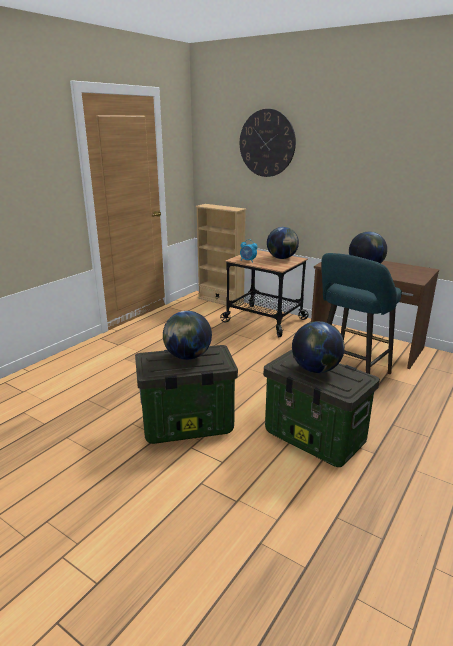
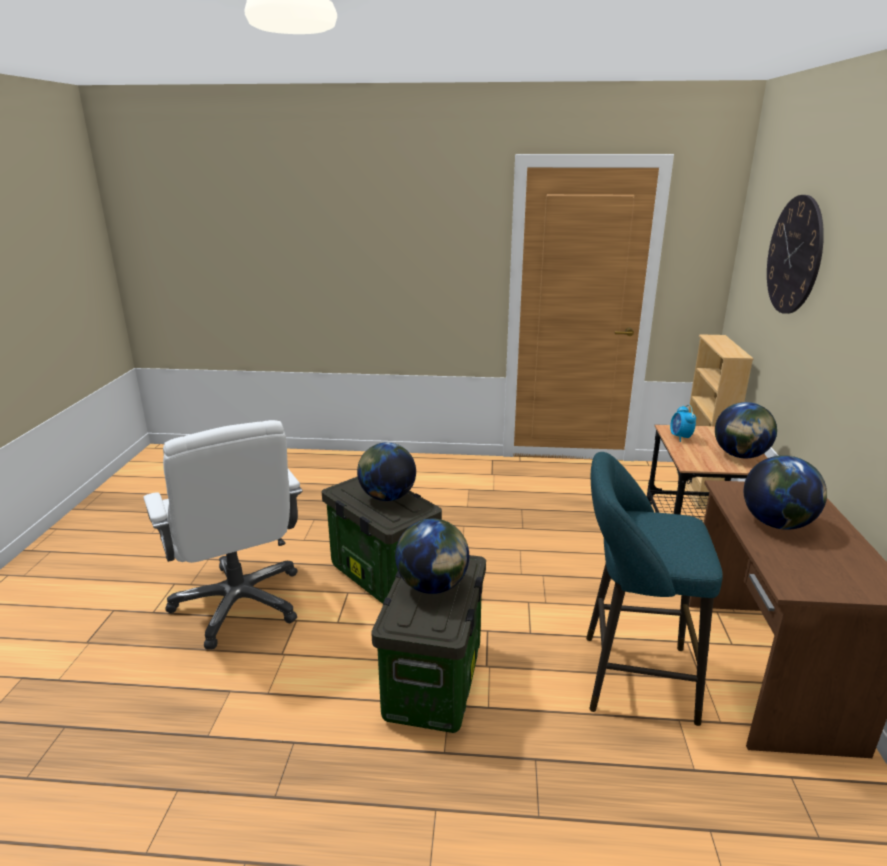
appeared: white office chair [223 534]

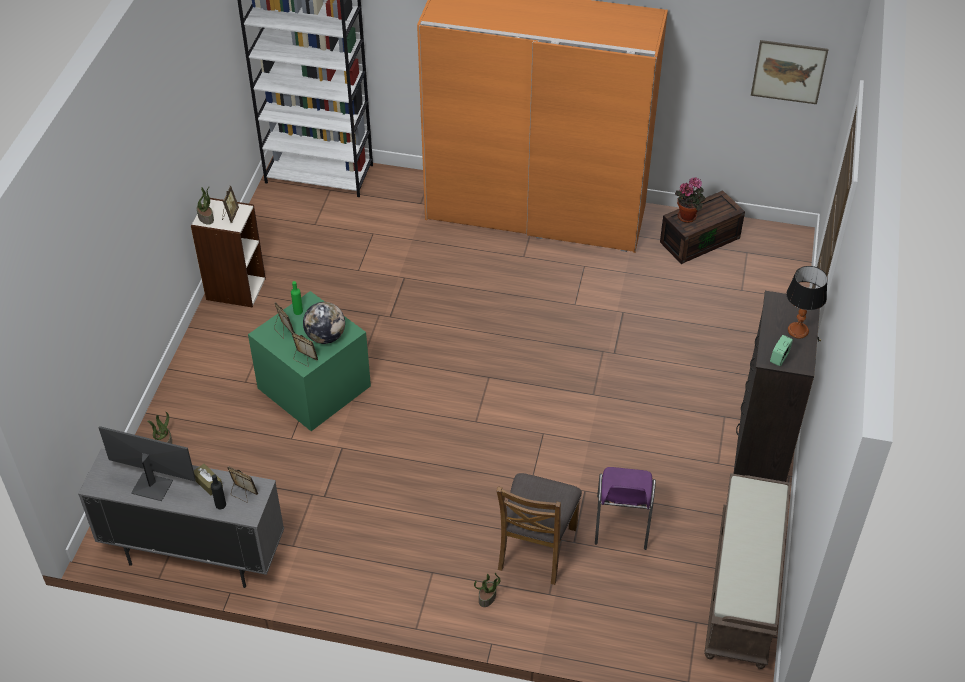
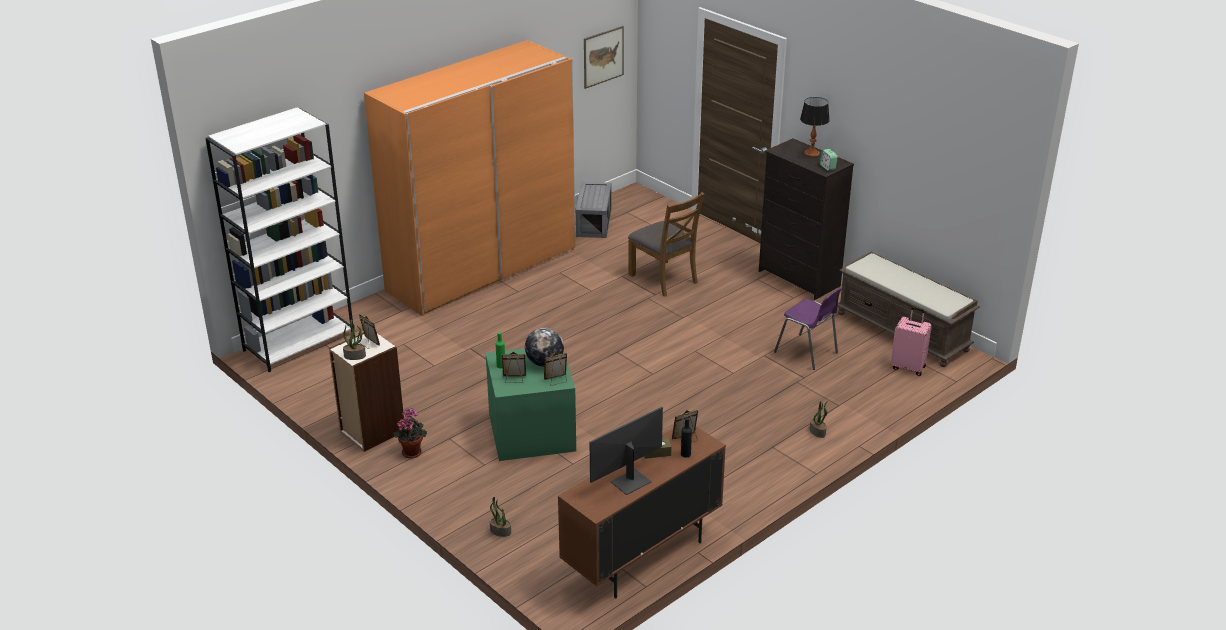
appeared: pink-coloured piece of luggage [911 341]
relocated: brown-coloured plain chair [539 529] to [666 244]; houseplant [690 200] to [410 433]
colour: grey storage cabinet [181 518] to brown-coloured storage cabinet [642 513]; brown-coloured storage box [702 227] to grey storage box [593 210]

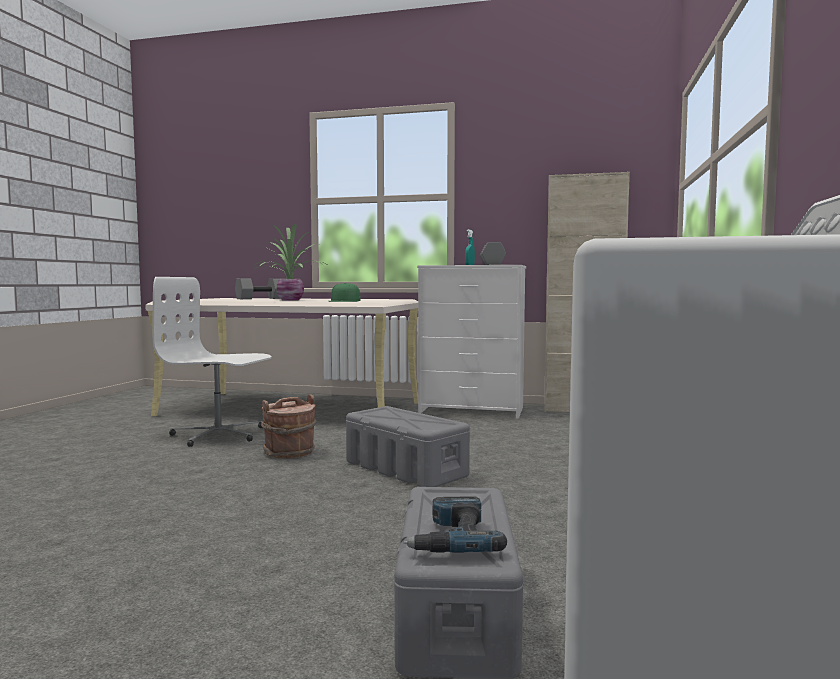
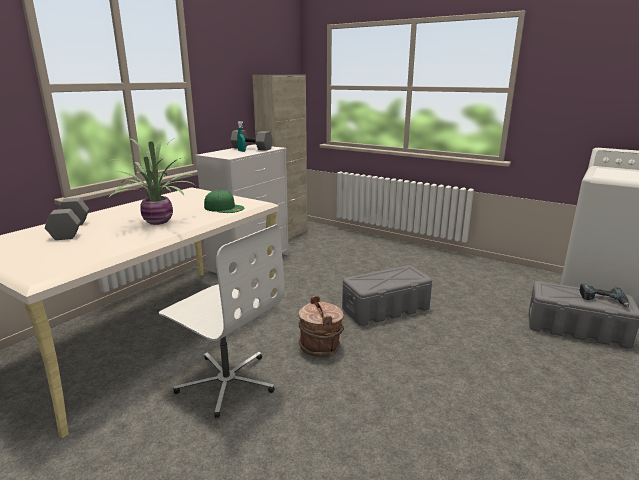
spun: white office chair [212 362] = [222 321] 90 degrees counterclockwise

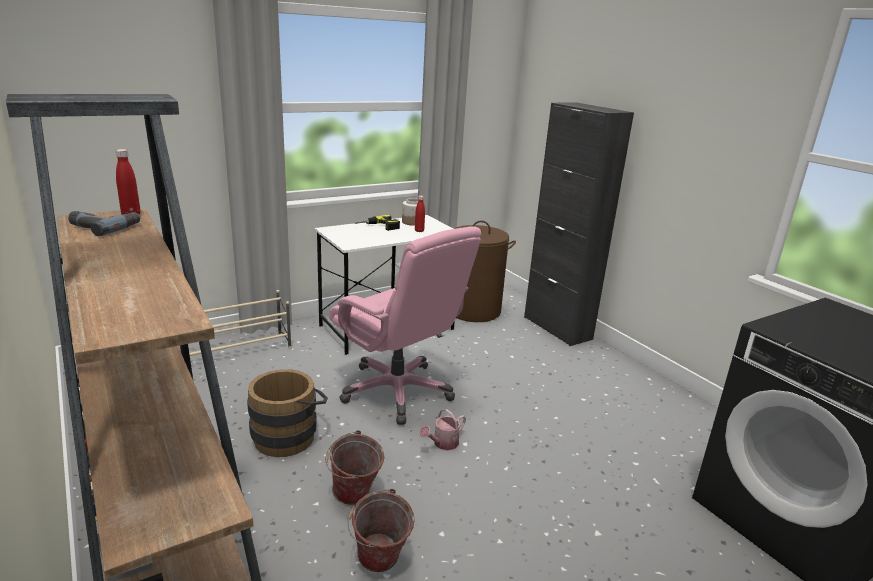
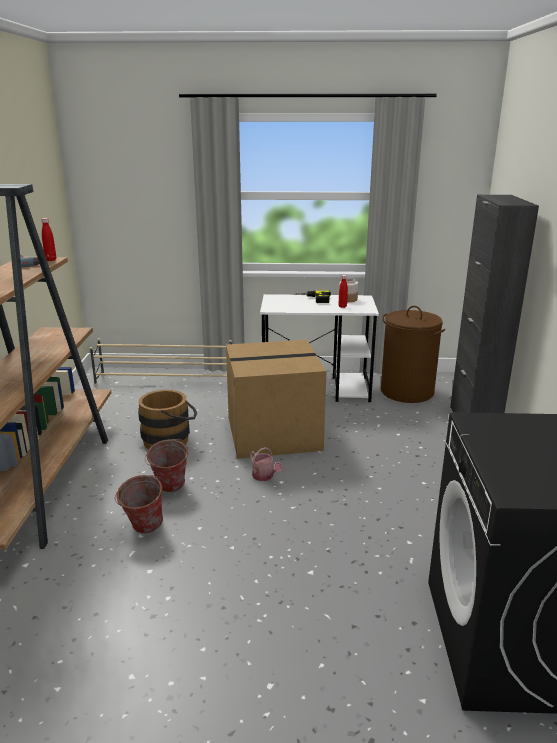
exchanged: pink-coloured office chair [405 325] to cardboard box [276 399]
spun: watering pot [442 429] = [266 464] 120 degrees counterclockwise

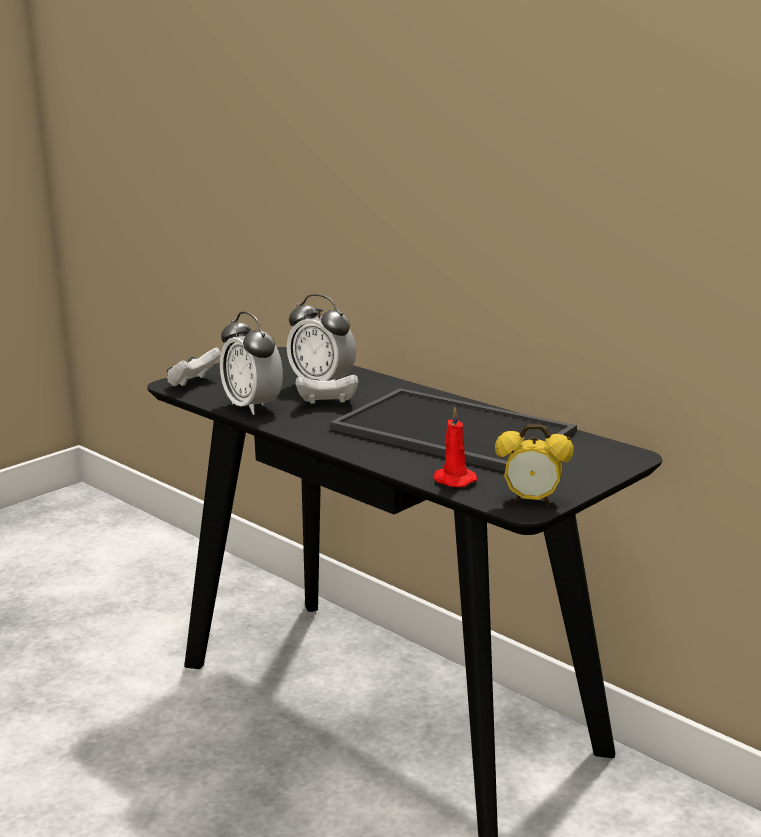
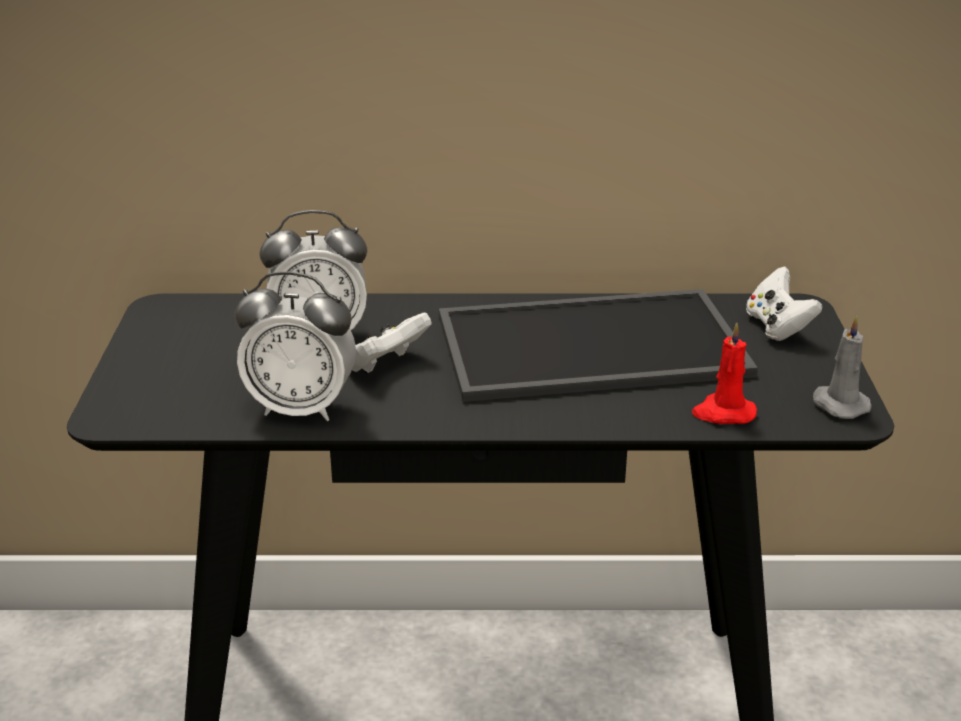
relocated: white joypad [194 367] to [784 304]
exchanged: table clock [534 464] to grey candle [842 367]

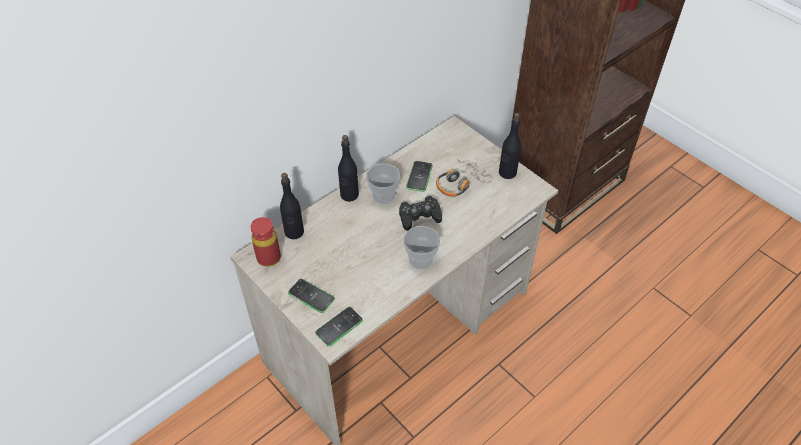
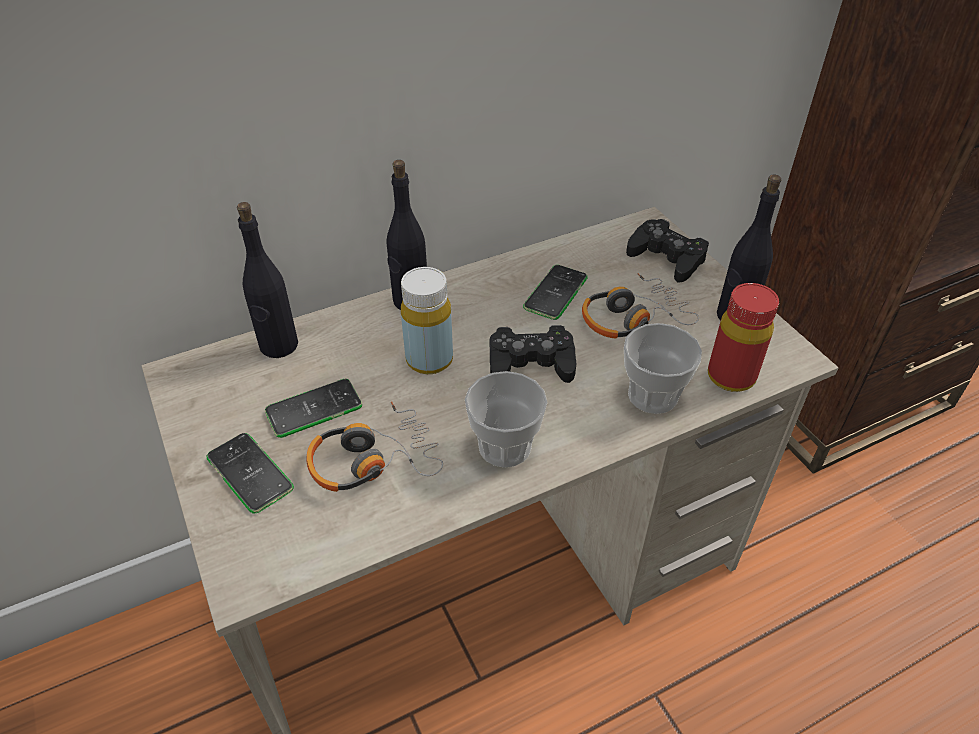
appeared: headphones [375 446]; yellowish beverage bottle [427 320]; black-coloured joypad [667 251]
relocated: reddish beverage bottle [265 242] to [743 337]; telephone [339 326] to [313 408]; cup [383 184] to [663 368]

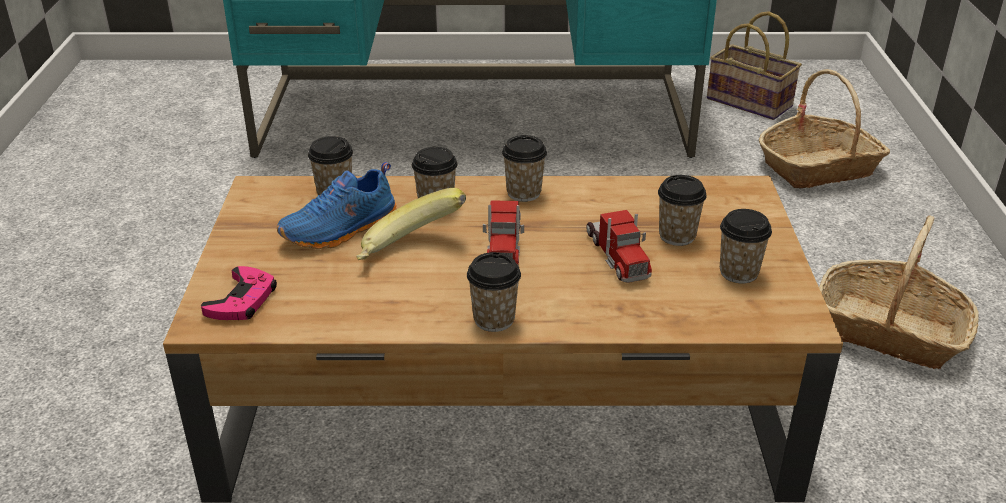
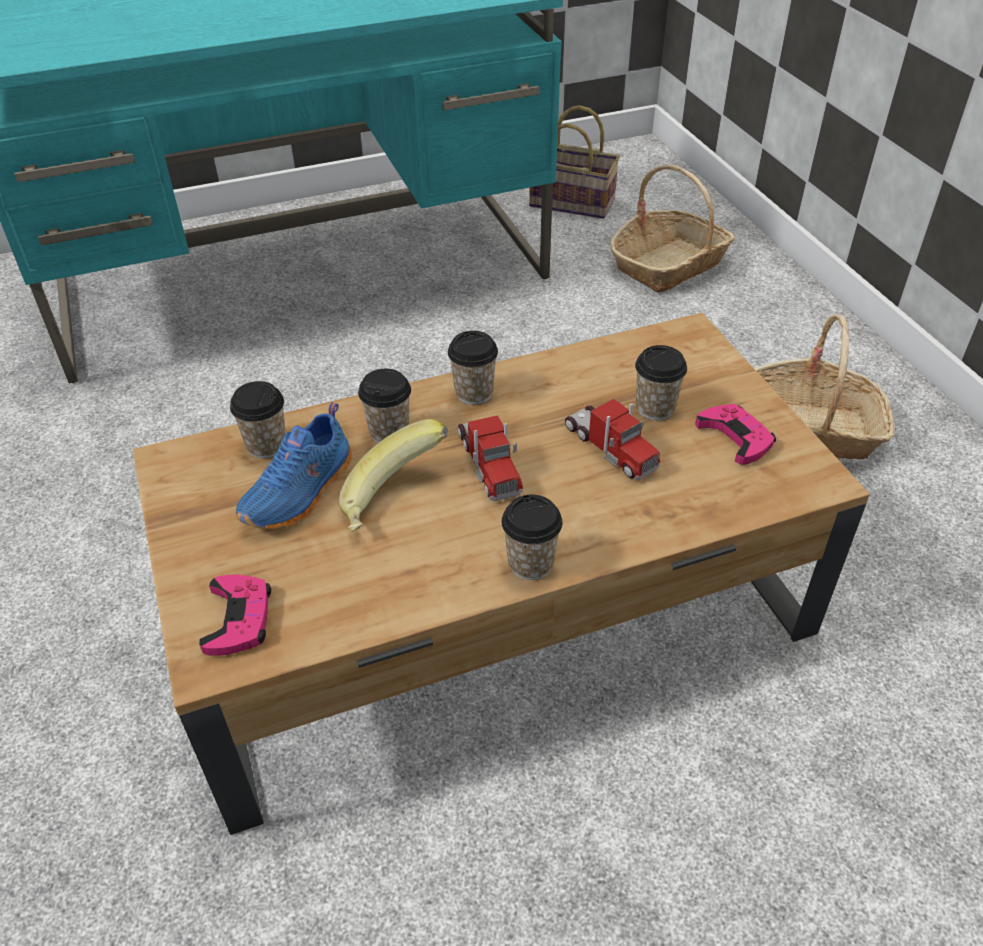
exchanged: cup [746 246] to pink-coloured joypad [735 434]

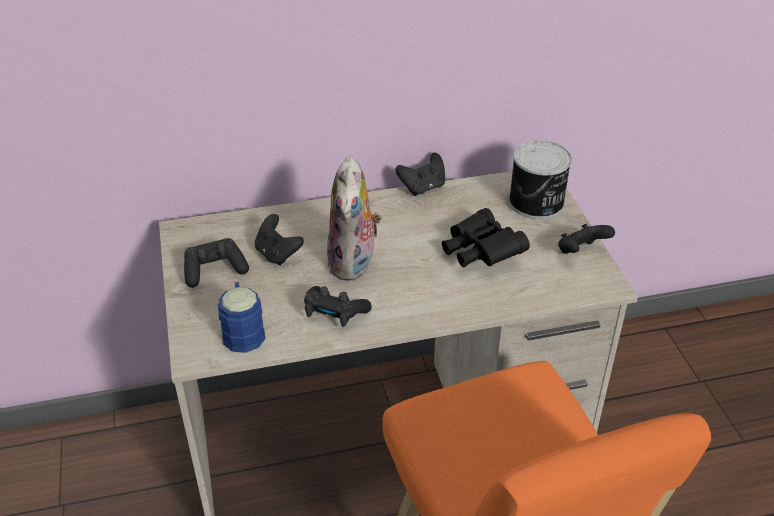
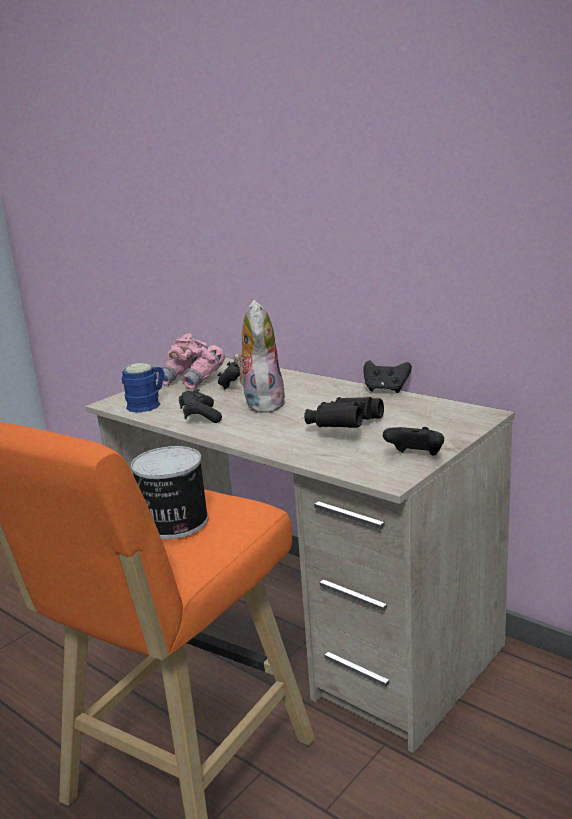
relocated: metal can [540 179] to [170 492]
exchanged: black-coloured joypad [216 263] to pink-coloured binoculars [190 361]
spun: cuddly toy [354 218] = [259 356] 120 degrees clockwise

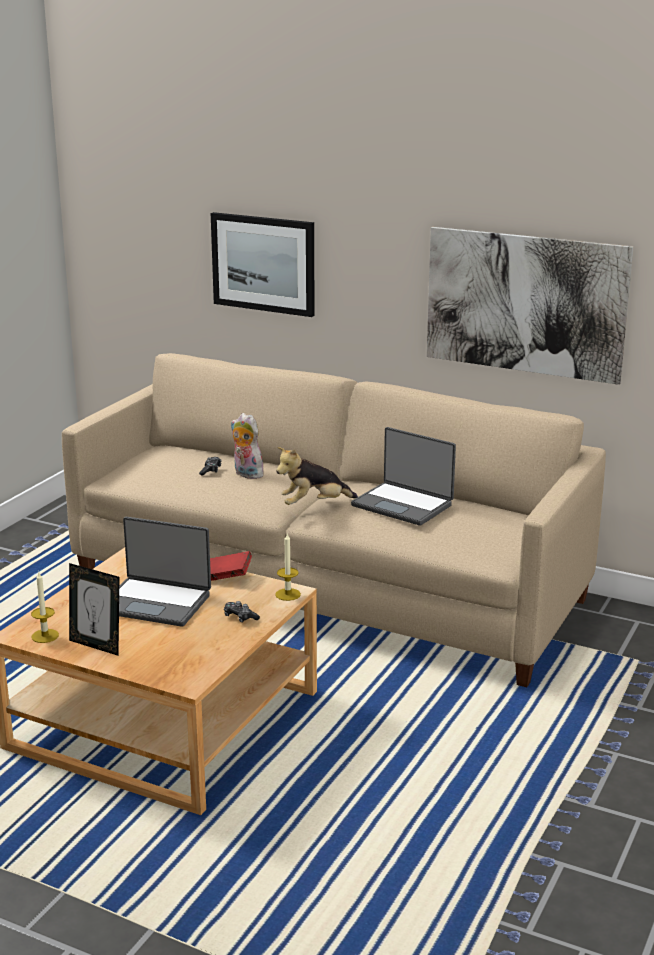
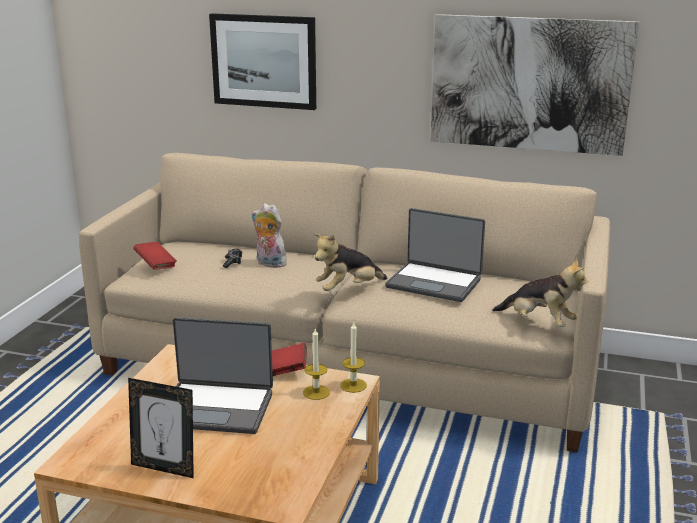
missing: joypad [242 611]
appeared: reddish book [155 256]; cuddly toy [540 292]
relocated: candle [45 607] to [316 364]

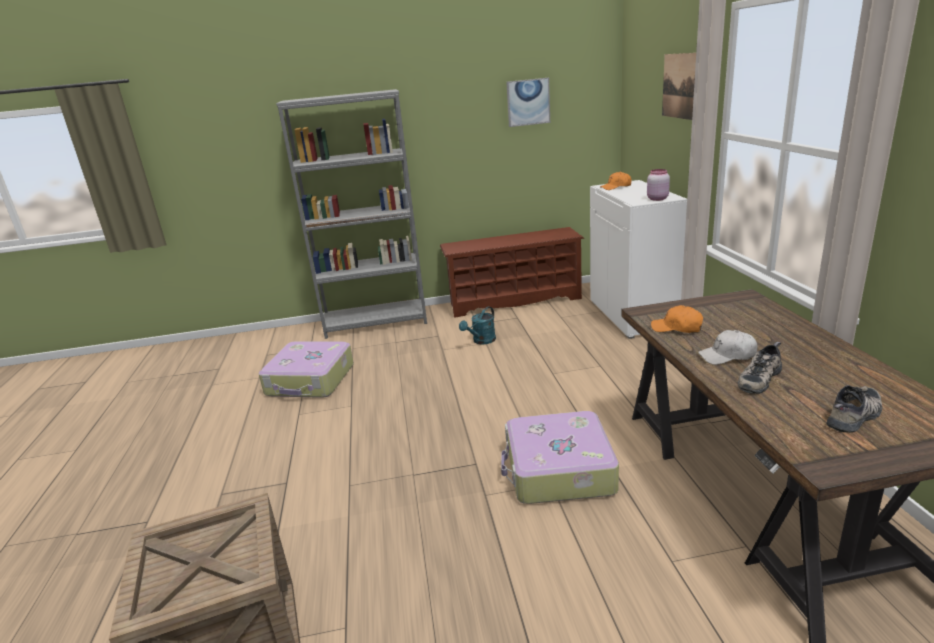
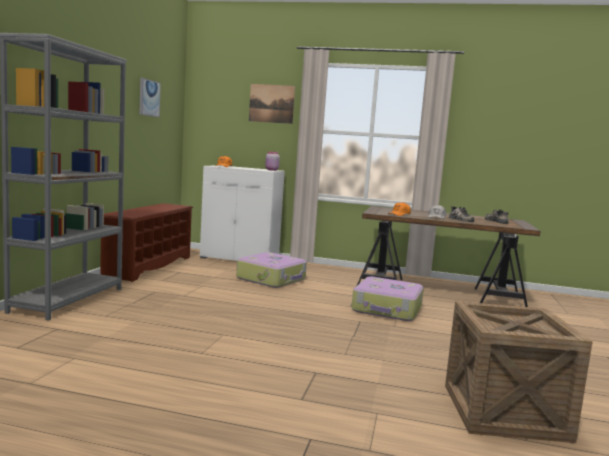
missing: turquoise-coloured watering pot [477 325]
relocated: piece of luggage [306 369] to [271 270]

